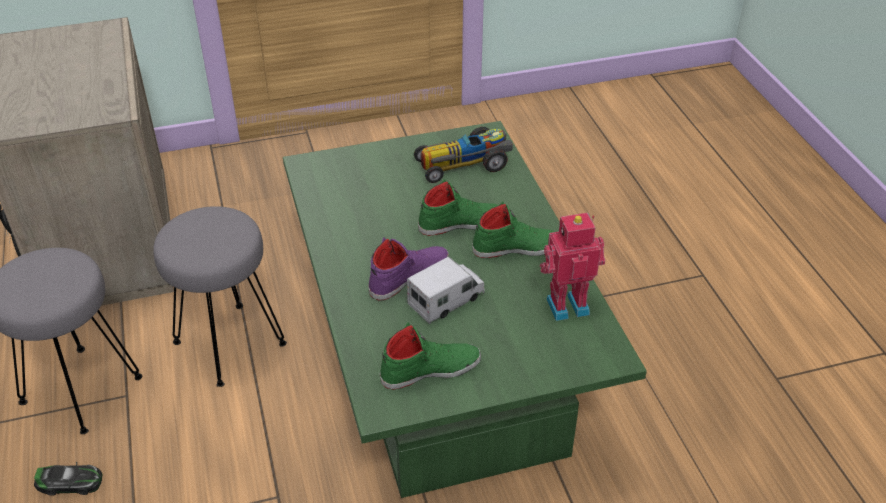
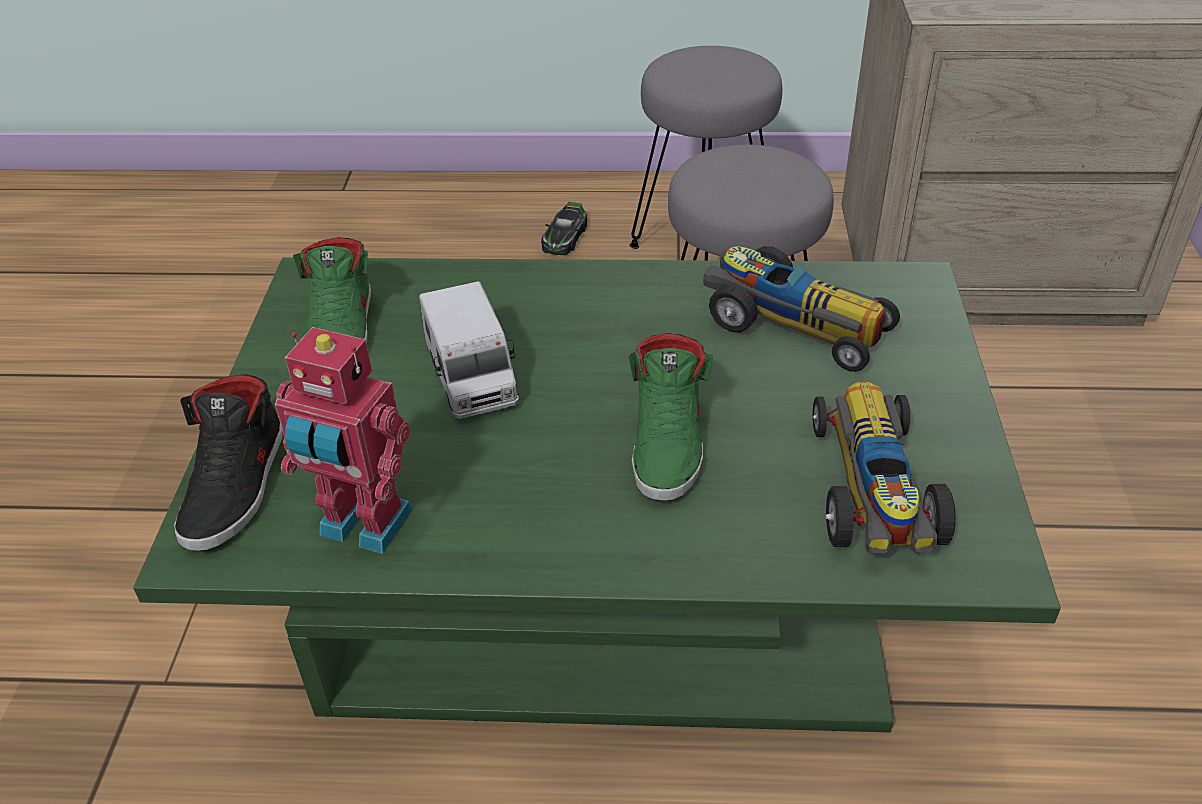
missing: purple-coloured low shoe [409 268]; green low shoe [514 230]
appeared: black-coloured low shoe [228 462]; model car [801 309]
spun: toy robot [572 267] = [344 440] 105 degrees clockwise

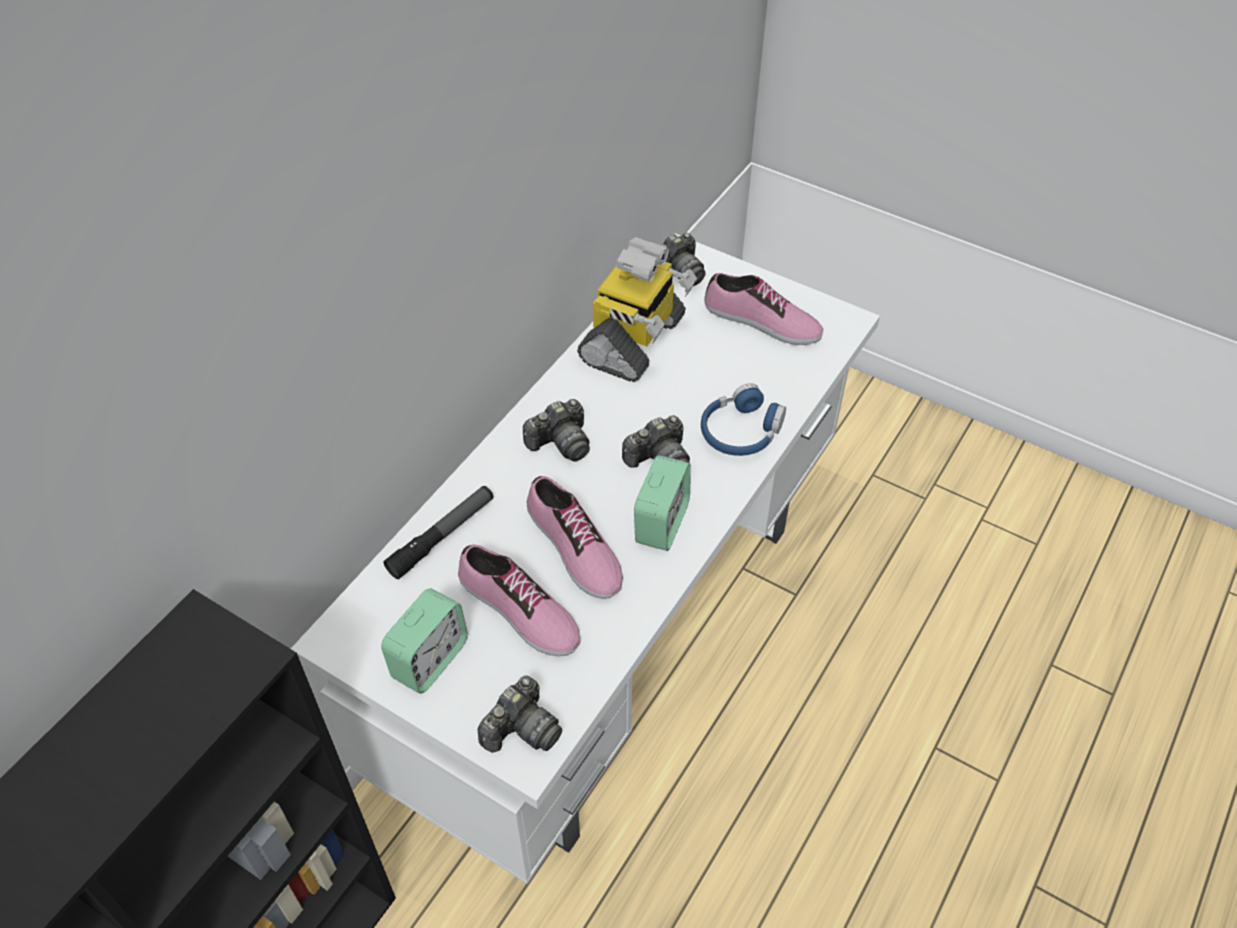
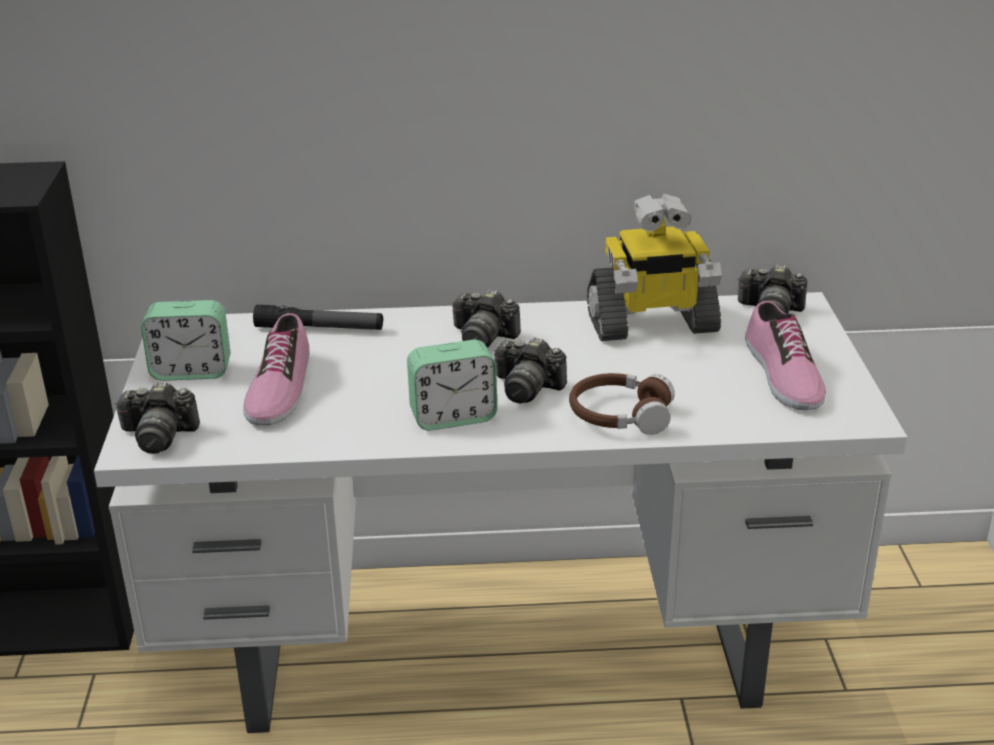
missing: low shoe [575 537]
colour: bluish headphones [743 419] to brown-coloured headphones [622 404]

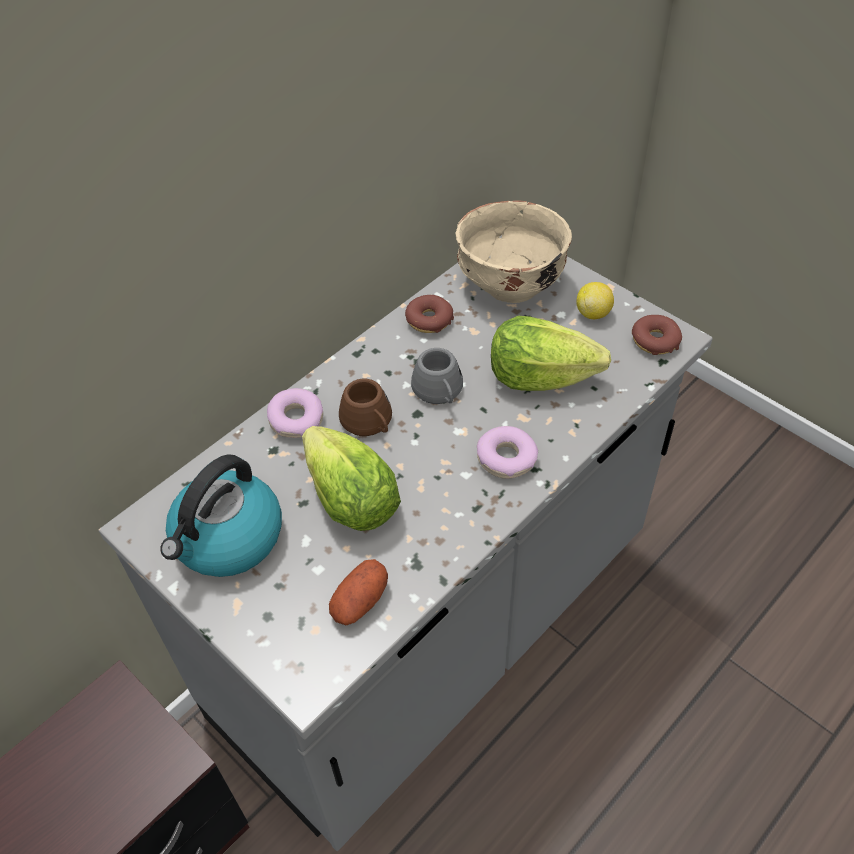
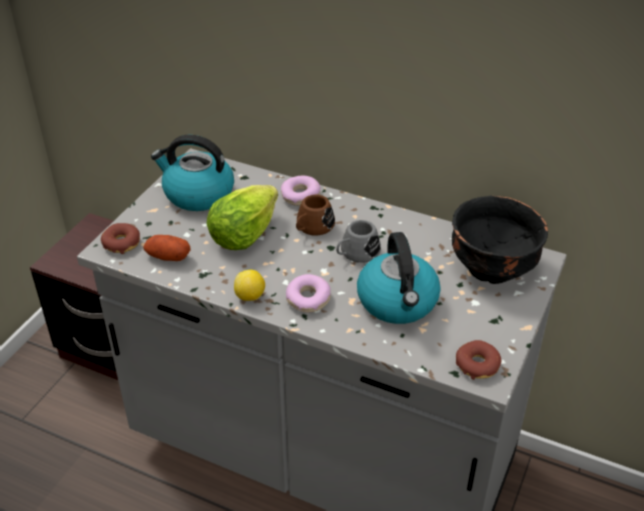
relocated: doughnut [429 314] to [120 238]; lemon [595 300] to [249 285]
exchanged: head of lettuce [551 353] to water kettle [399 278]
colour: sand-coloured deep dish [513 252] to black-coloured deep dish [500 240]

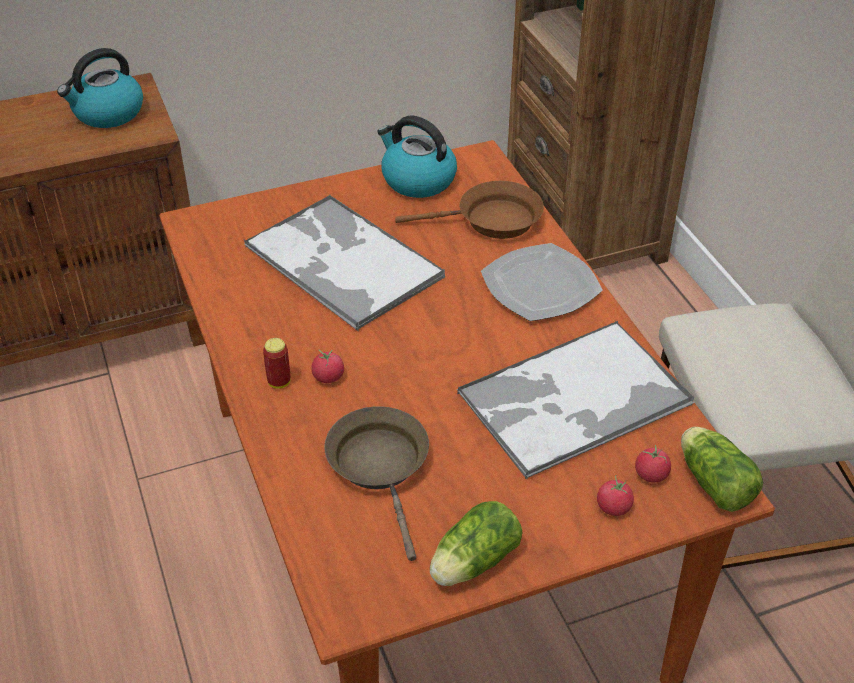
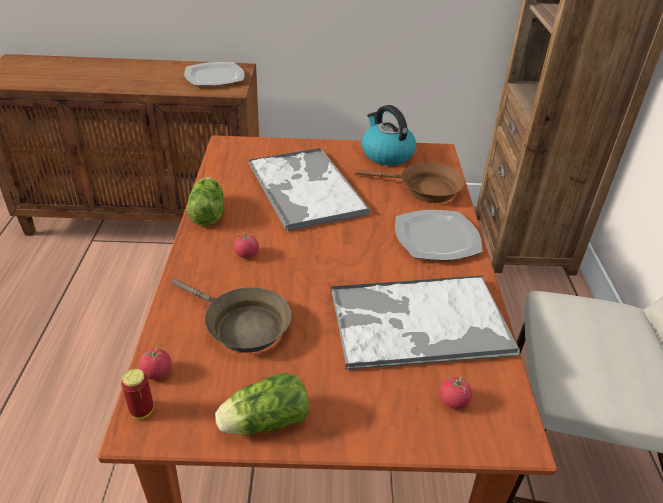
relocated: metal can [277 363] to [137 394]; whole tomato [615 495] to [155 362]; head of lettuce [722 469] to [205 201]
exchanged: water kettle [100 88] to plate [214 74]
spun: brown-coloured frying pan [376 484] = [231 316] 120 degrees clockwise

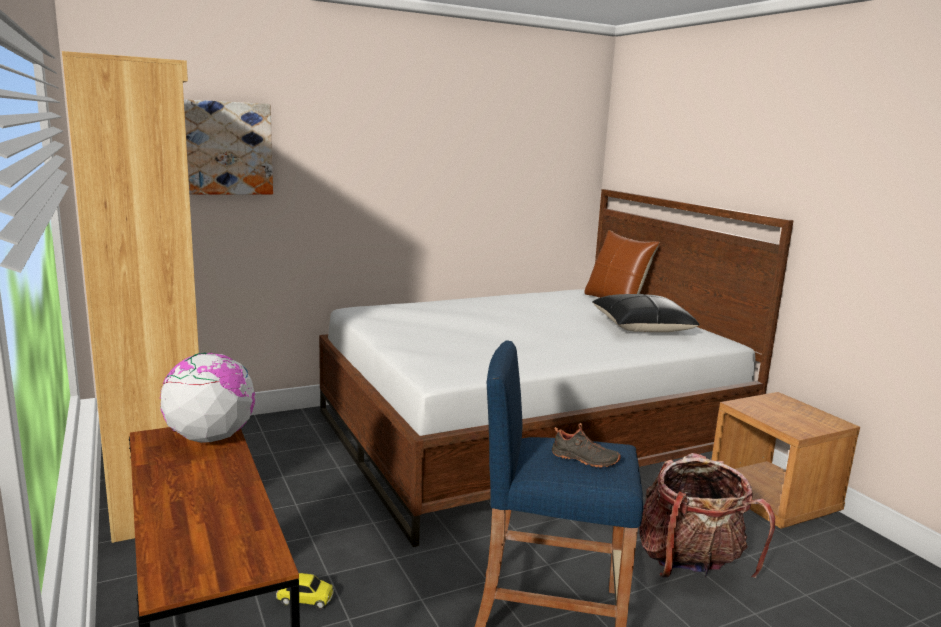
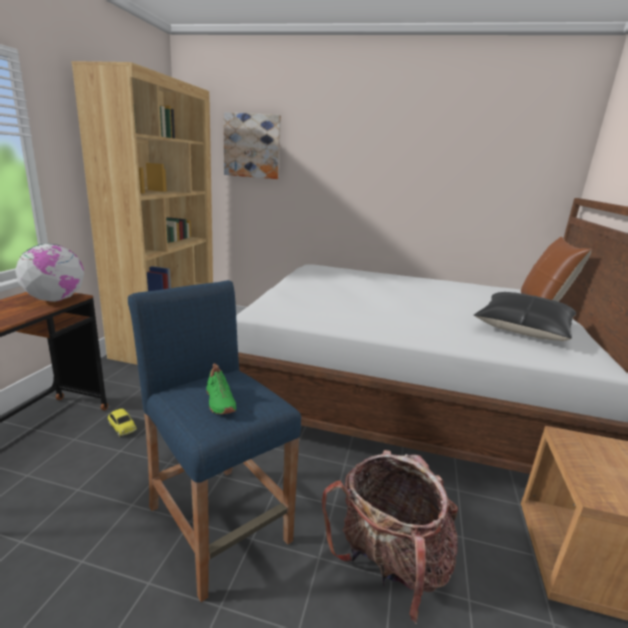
colour: black-coloured low shoe [586 445] to green low shoe [221 388]

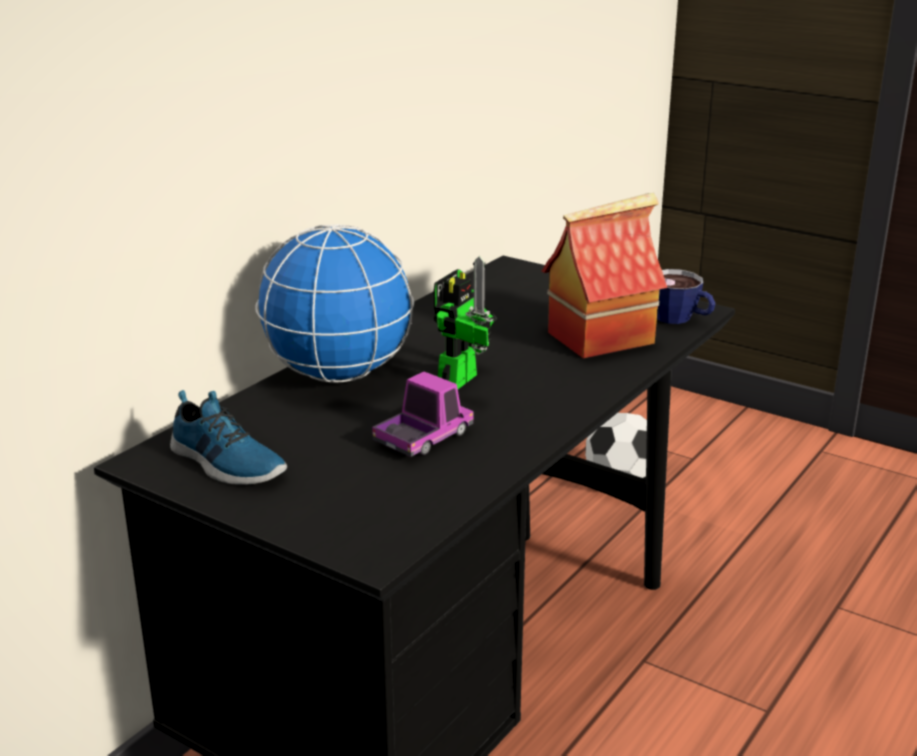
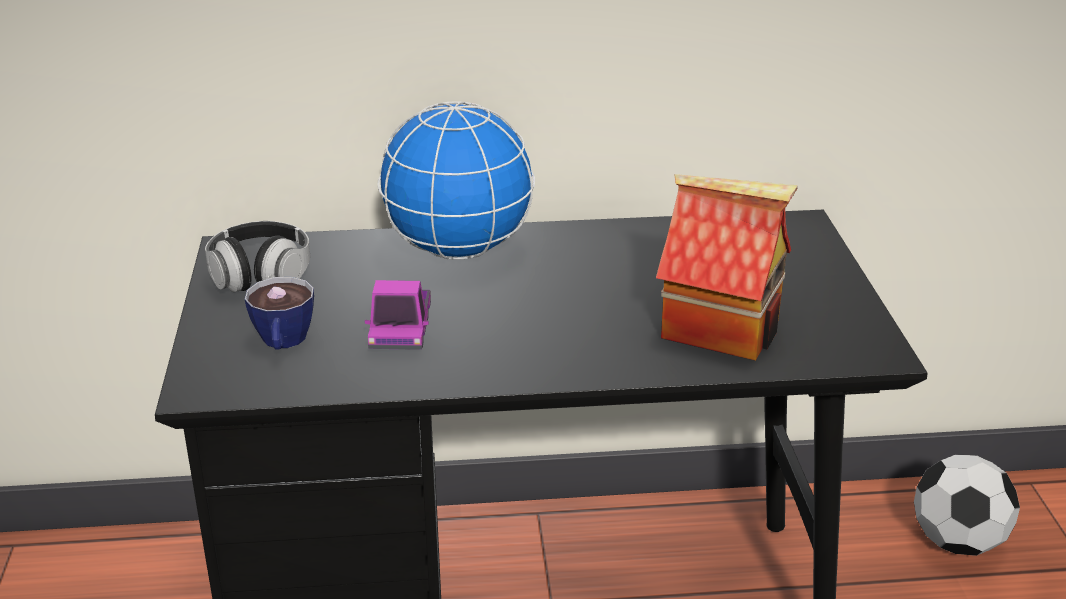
missing: toy robot [465 322]
relocated: cup [686 296] to [279 313]
exchanged: low shoe [228 437] to headphones [257 256]
spun: toy lorry [422 414] = [398 315] 90 degrees clockwise

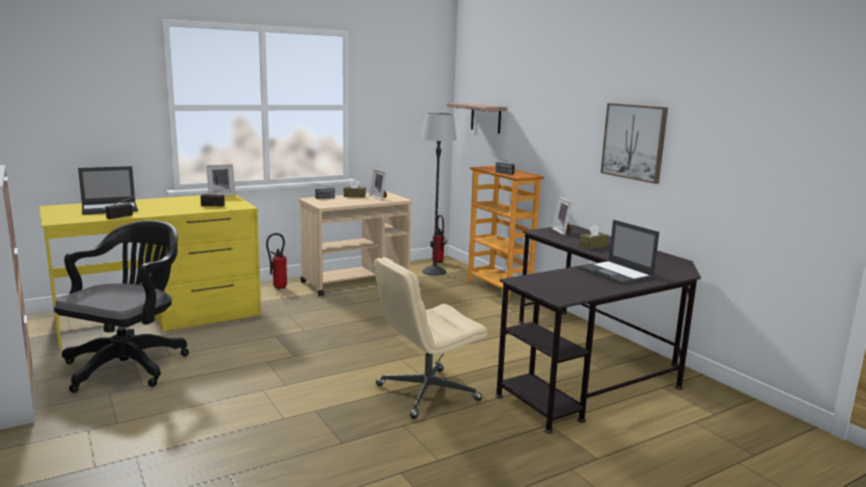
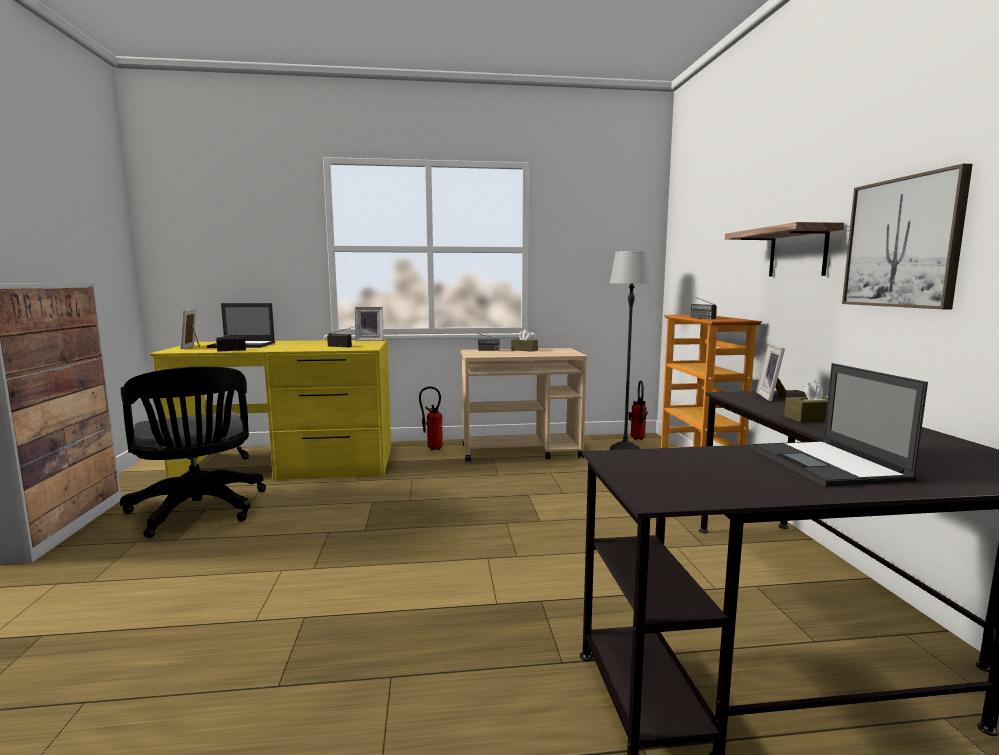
missing: sand-coloured office chair [431 338]
relocated: standing frame [378 184] to [190 329]; shelf [477 118] to [784 249]
spun: black-coloured office chair [121 306] = [193 452] 105 degrees clockwise

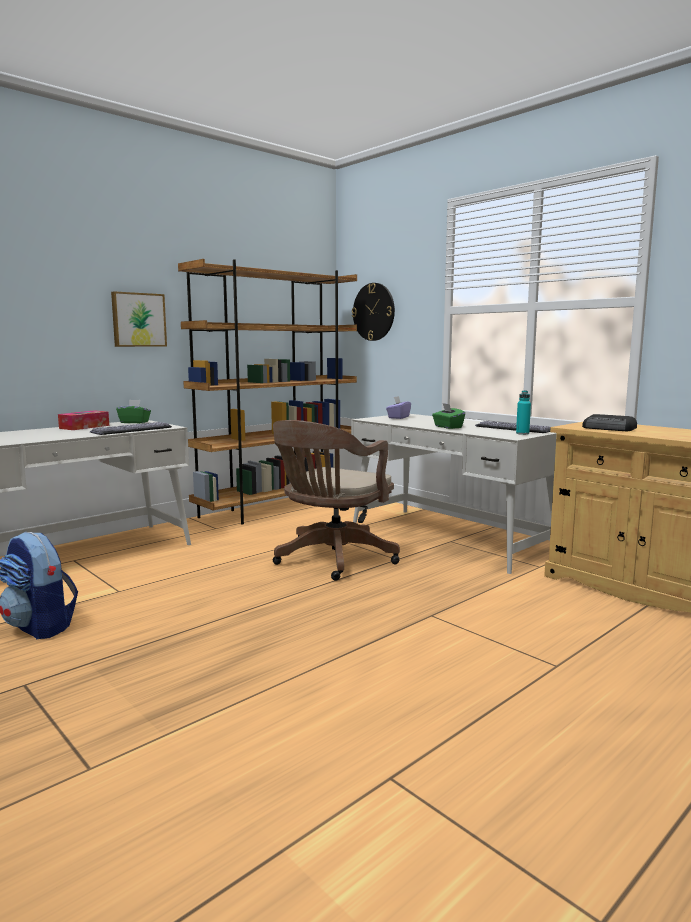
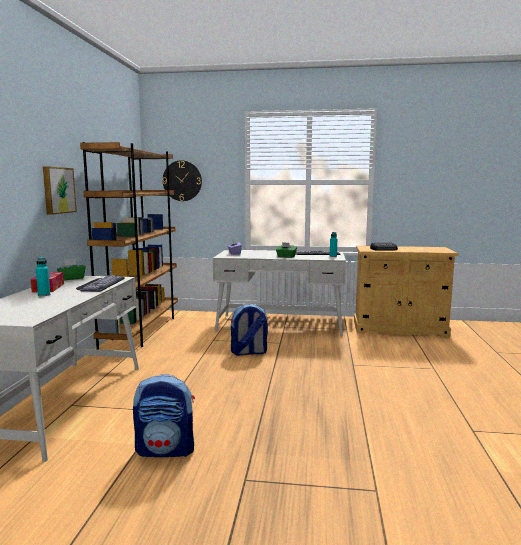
appeared: turquoise-coloured beverage bottle [43 276]
exchanged: brown-coloured office chair [336 500] to knapsack [249 330]

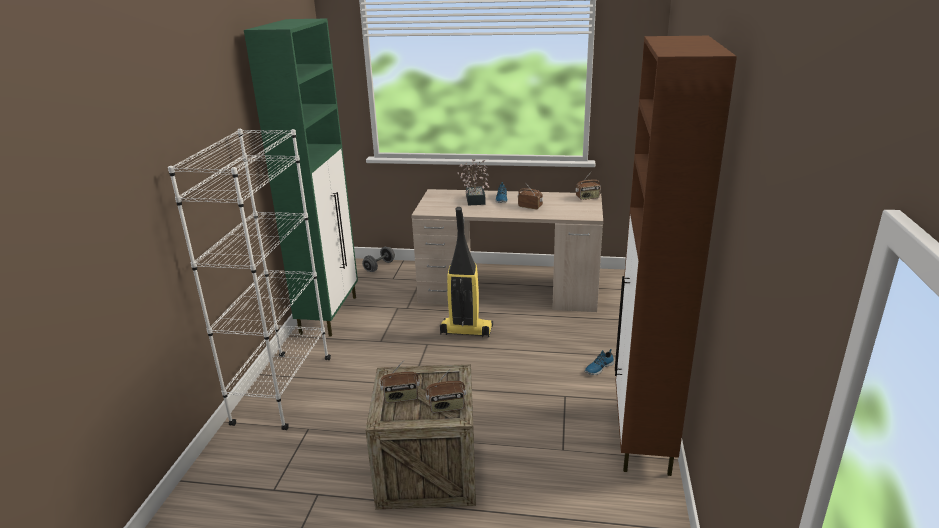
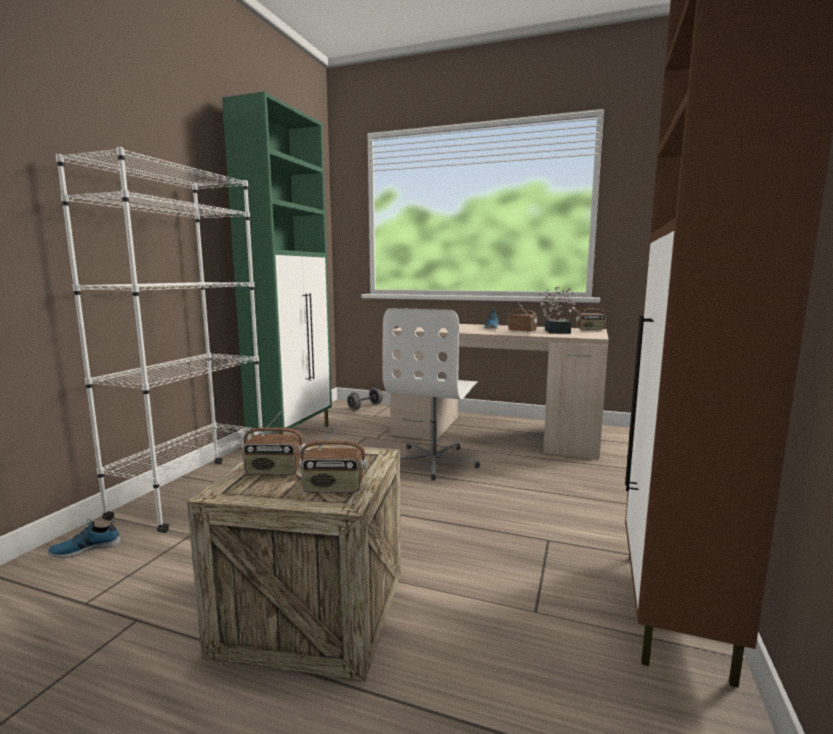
relocated: houseplant [473 182] to [557 310]; low shoe [599 362] to [84 538]
exchanged: vacuum [466 272] to white office chair [431 394]

